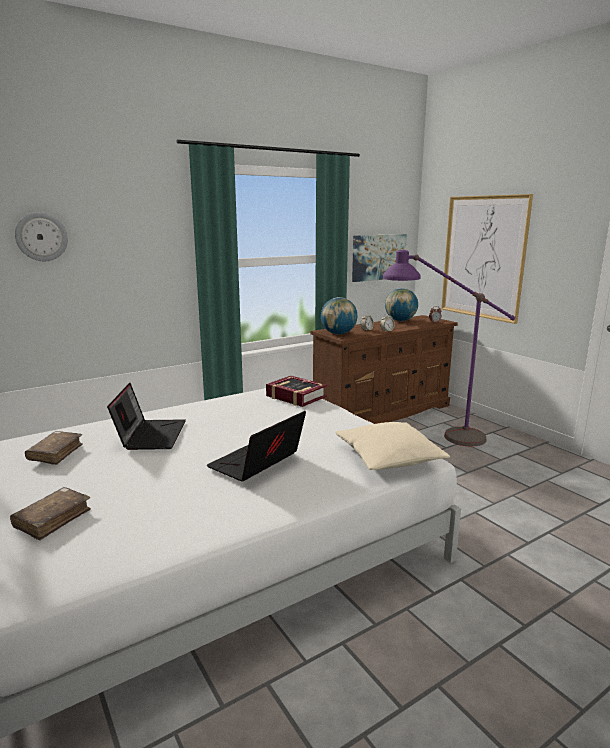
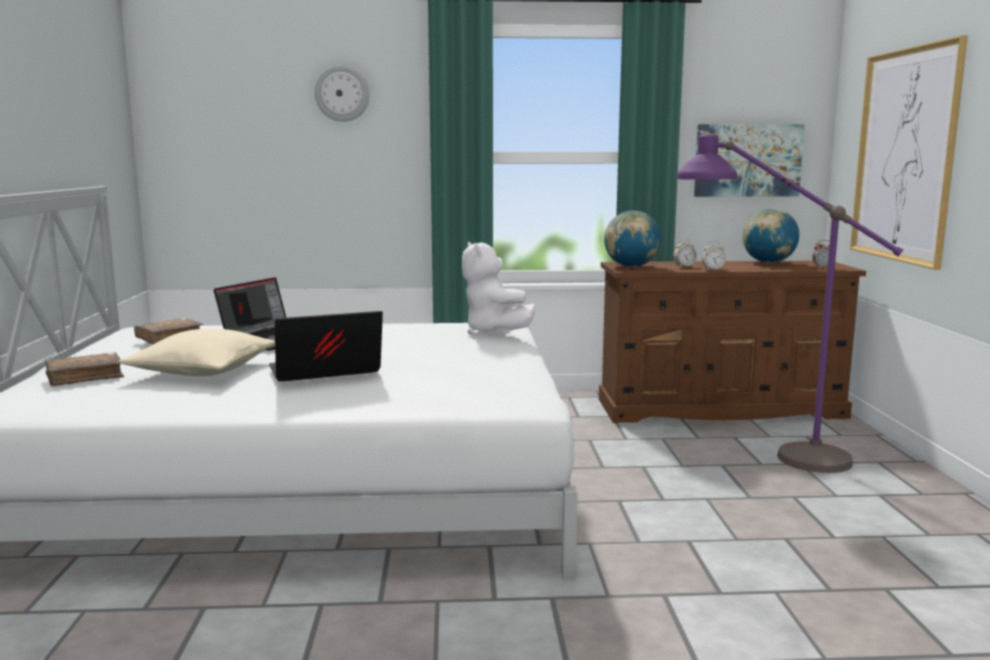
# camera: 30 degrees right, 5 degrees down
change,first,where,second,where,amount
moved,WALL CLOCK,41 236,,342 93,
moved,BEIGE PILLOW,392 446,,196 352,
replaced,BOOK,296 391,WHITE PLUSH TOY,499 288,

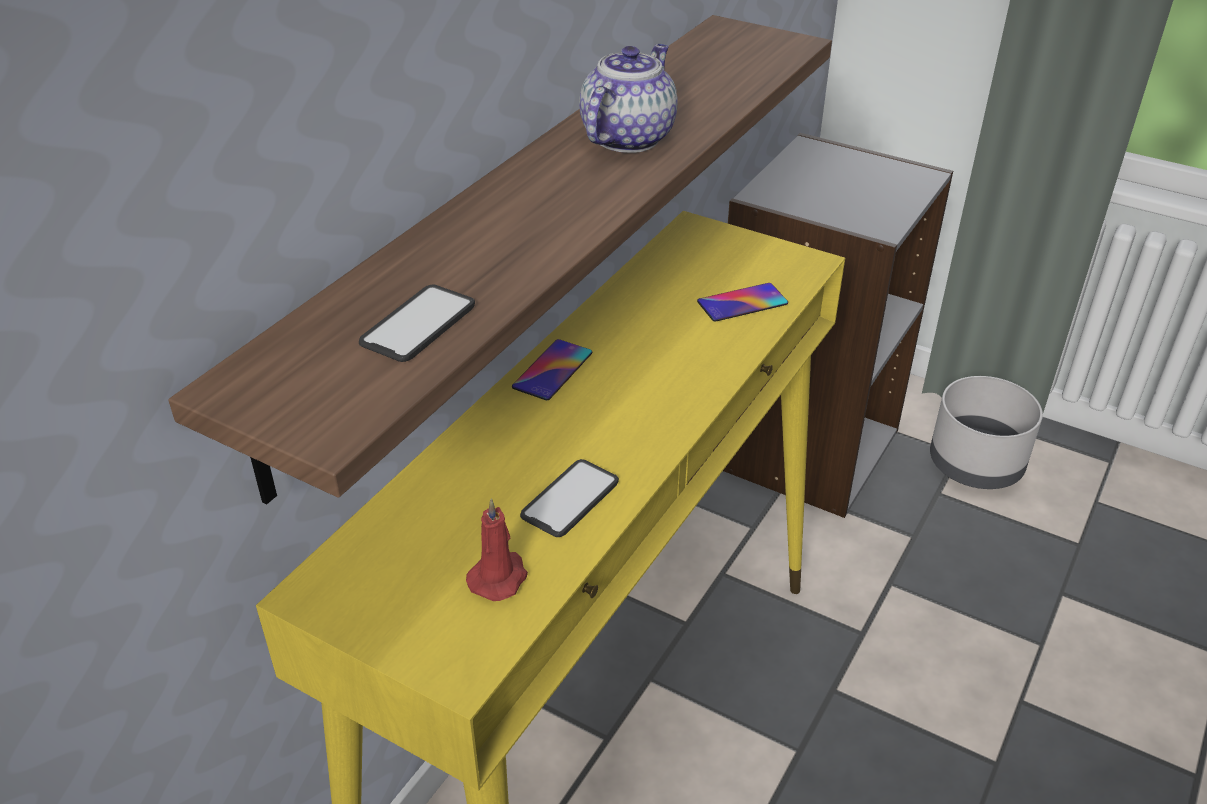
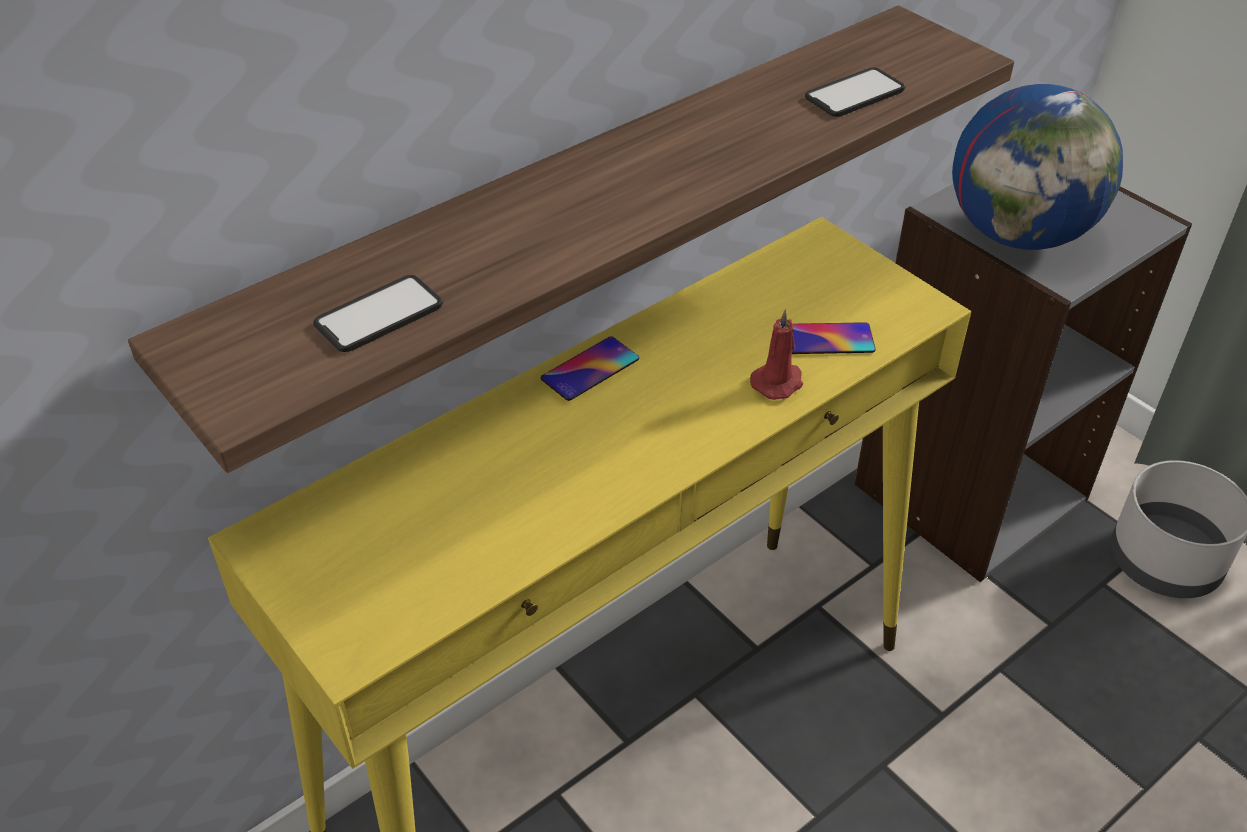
# camera: 20 degrees right, 5 degrees up
change,first,where,second,where,amount
removed,TEAPOT,628 98,,,
added,,,GLOBE,1037 167,
moved,RED CANDLE,497 549,,776 354,
moved,PHONE,569 498,,855 92,

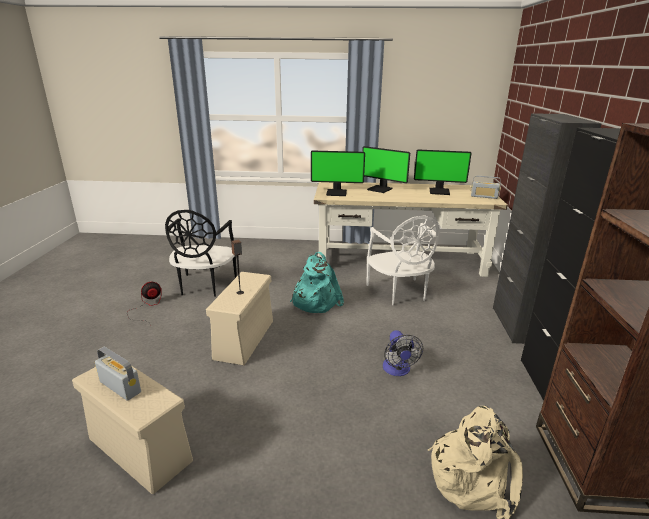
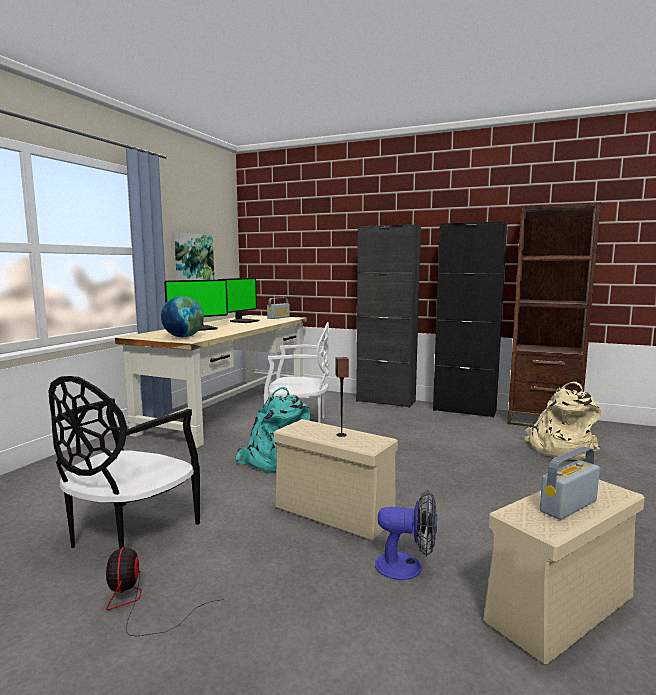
# camera: 70 degrees left, 15 degrees down
change,first,where,second,where,amount
added,,,PICTURE,194 256,
moved,FAN,402 353,,406 535,
replaced,MONITOR,338 173,GLOBE,182 316,
turned,BLACK CHAIR,201 253,,124 462,90 degrees clockwise

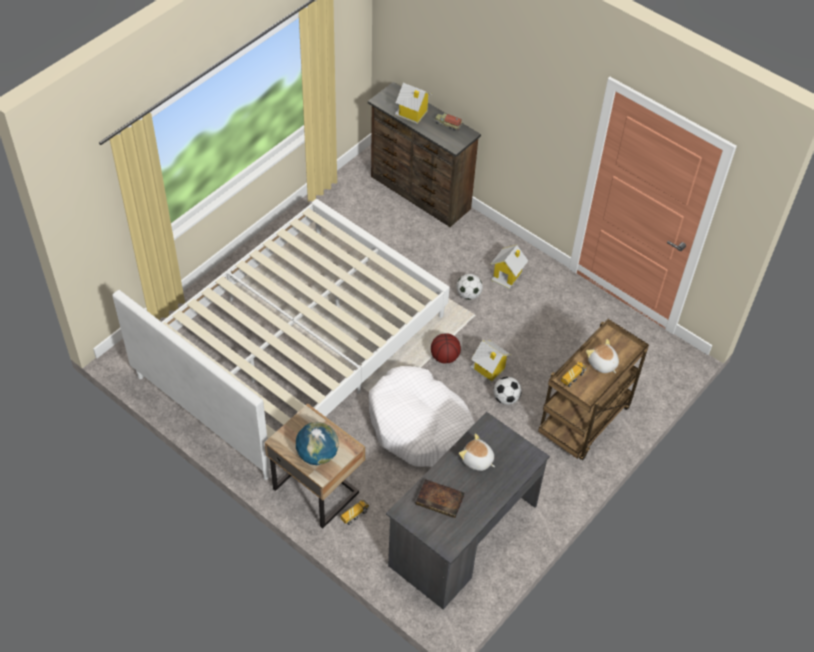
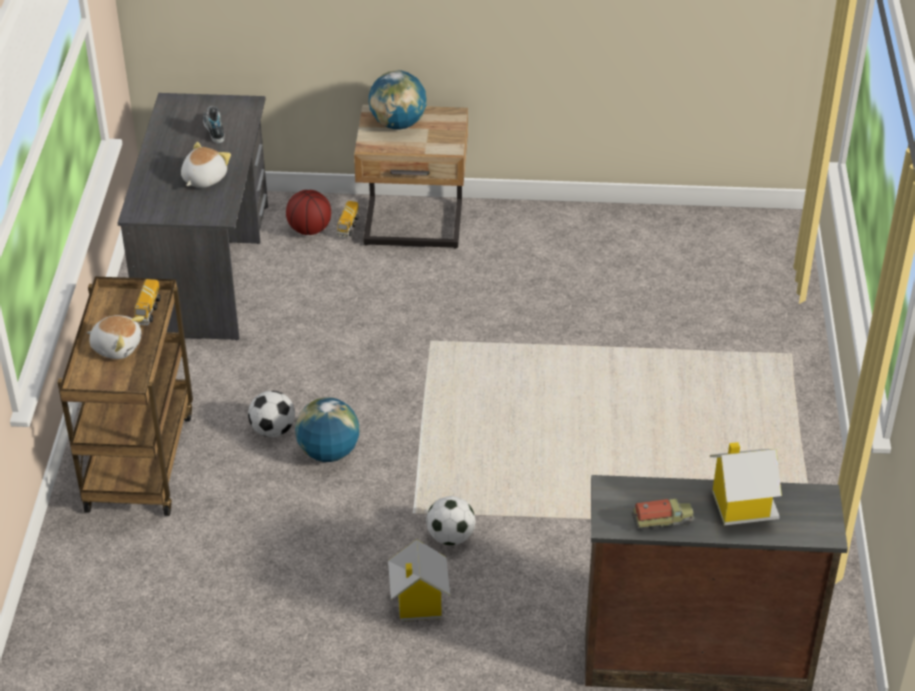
# camera: 145 degrees right, 10 degrees down
change,first,where,second,where,amount
removed,WHITE BED,281 339,,,
removed,WHITE DOG BED,422 416,,,
moved,BASKETBALL,446 348,,308 212,
replaced,BOOK,440 498,SHOE,214 124,
replaced,TOY HOUSE,490 361,GLOBE,327 429,
turned,PLUSH TOY,477 452,,206 165,60 degrees counterclockwise

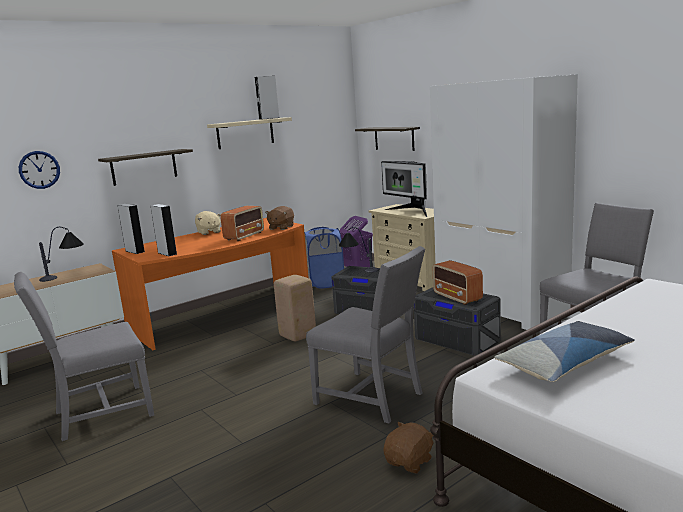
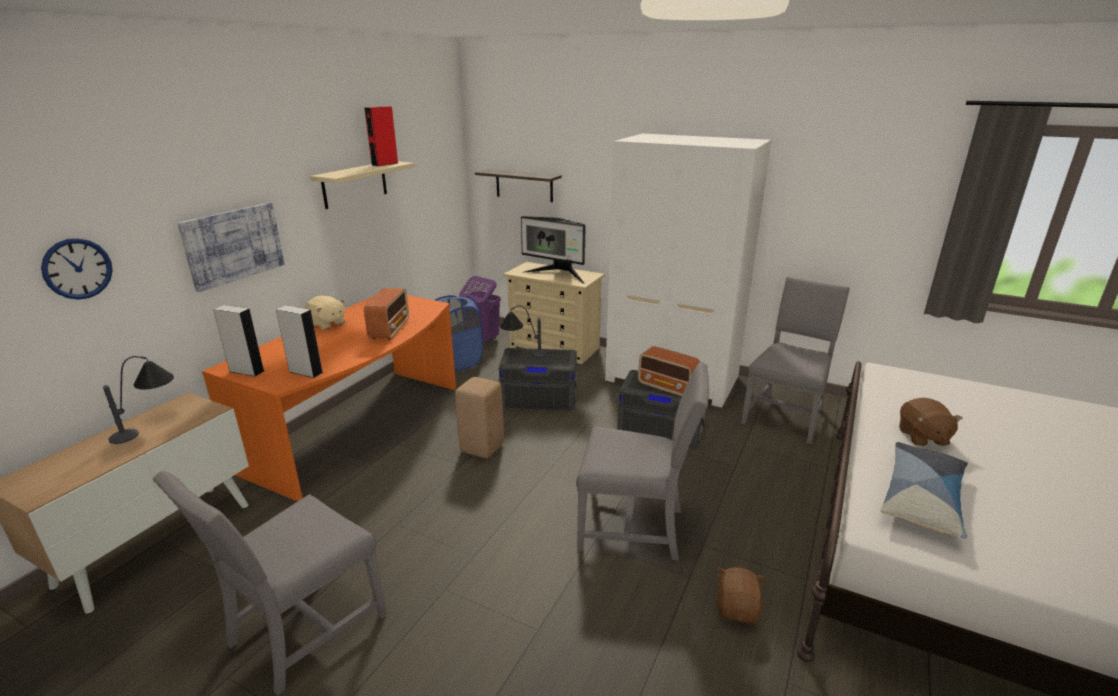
# camera: 25 degrees left, 10 degrees up
change,first,where,second,where,amount
moved,BROWN PLUSH TOY,279 218,,931 422,
replaced,SHELF,145 167,PICTURE,231 247,
recoloured,GREY SPEAKER,267 98,RED SPEAKER,381 136,

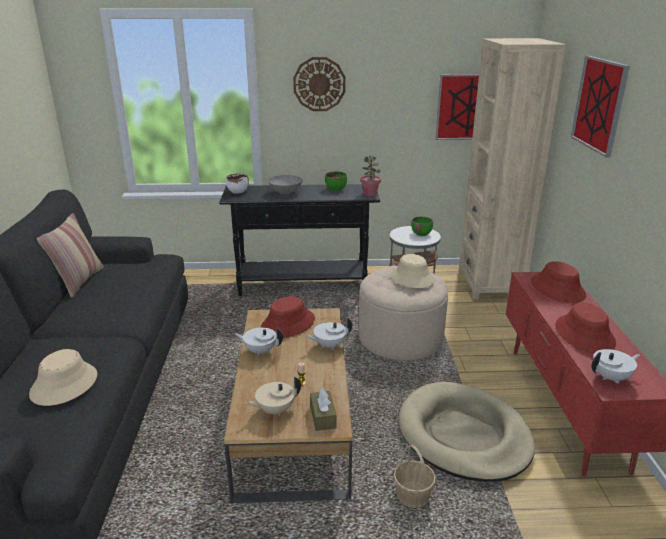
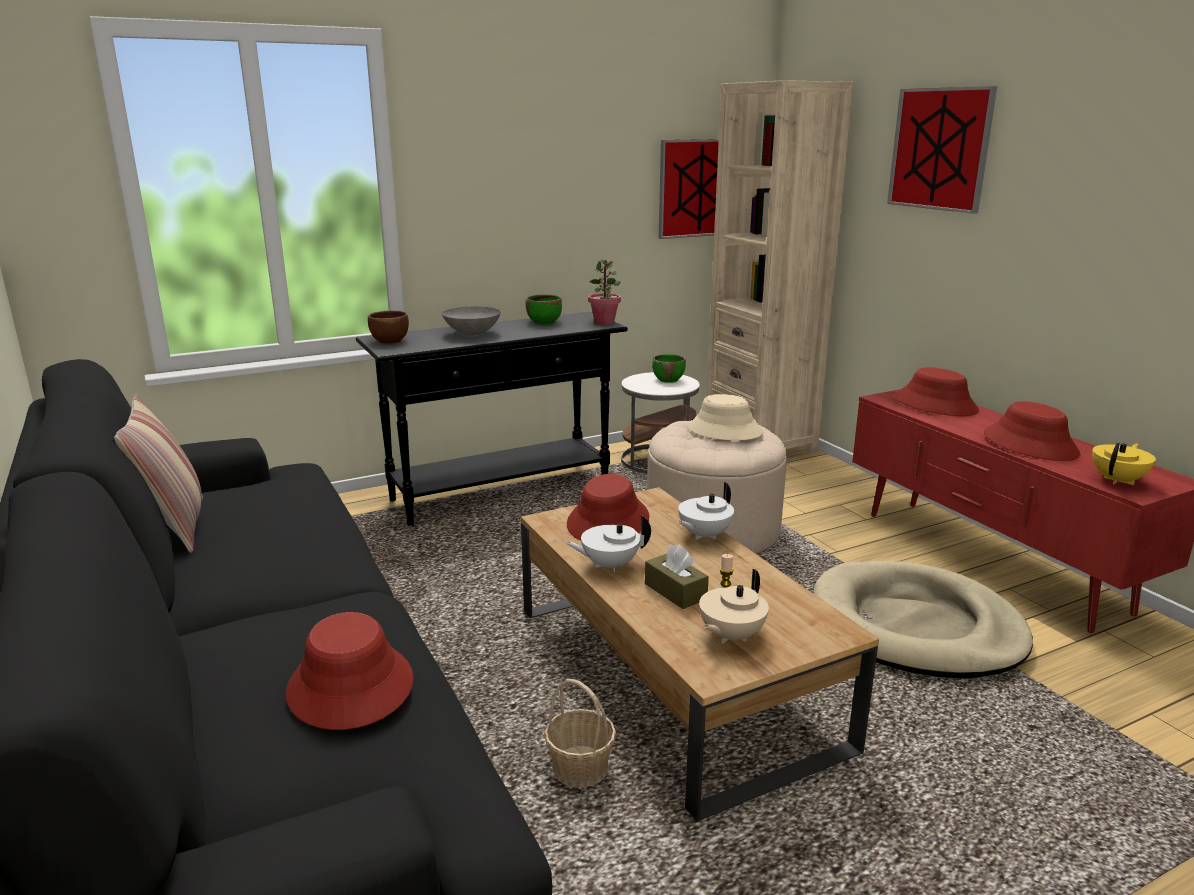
# camera: 25 degrees left, 5 degrees down
change,first,where,second,where,amount
removed,WALL CLOCK,319 84,,,
moved,BROWN TISSUE BOX,323 409,,677 576,
moved,BASKET,414 476,,580 733,
recoloured,BEIGE HAT,63 377,RED HAT,349 671,
recoloured,WHITE BOWL,237 184,BROWN BOWL,388 327,
recoloured,WHITE TEAPOT,615 366,YELLOW TEAPOT,1124 464,

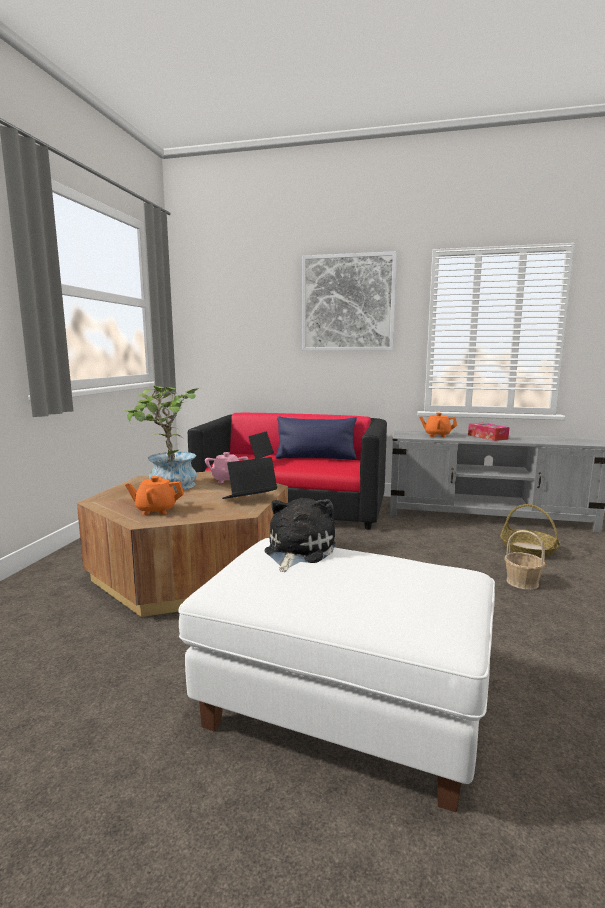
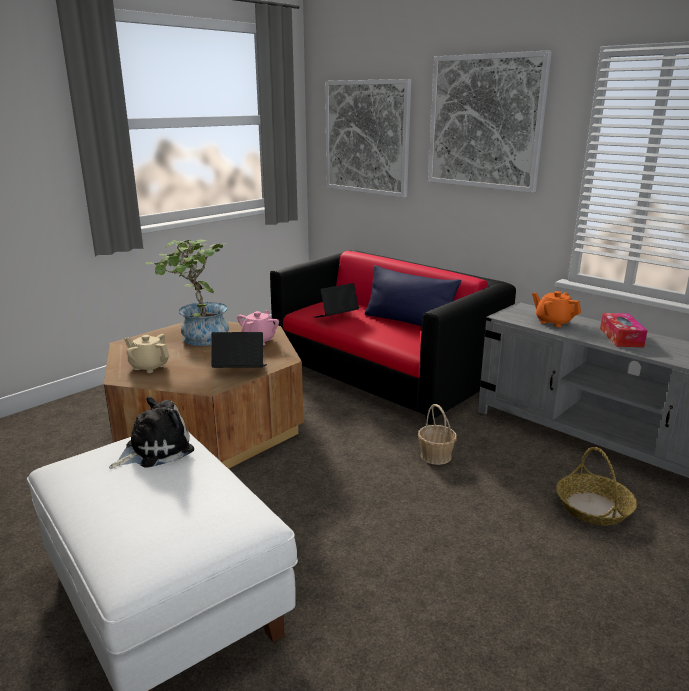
# camera: 30 degrees right, 10 degrees up
change,first,where,second,where,amount
added,,,PICTURE,368 138,
moved,BASKET,525 560,,437 434,
recoloured,ORANGE TEAPOT,154 495,BEIGE TEAPOT,146 353,

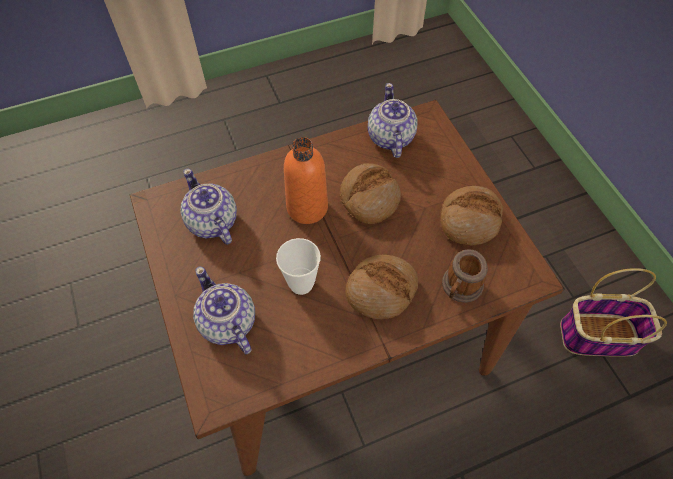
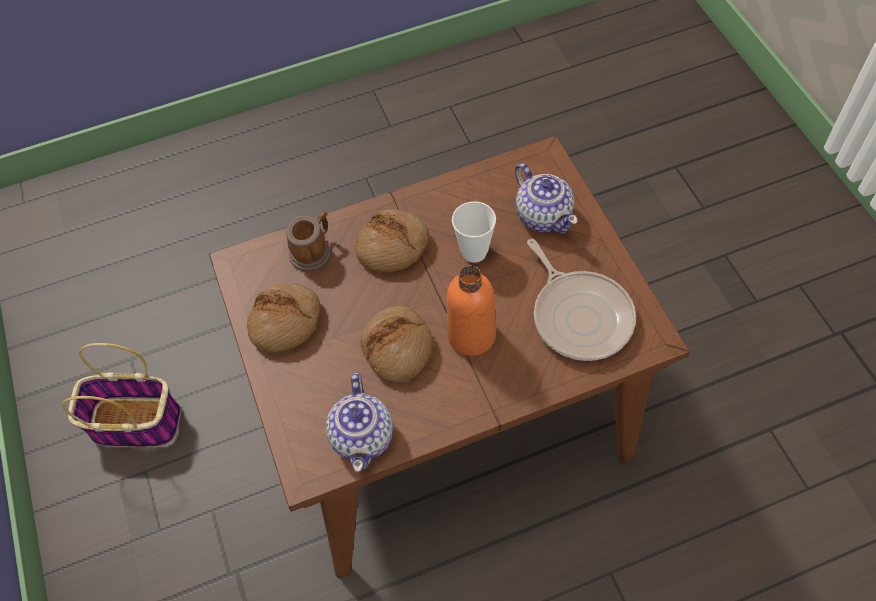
# camera: 175 degrees left, 0 degrees up
change,first,where,second,where,amount
replaced,TEAPOT,209 206,FRYING PAN,581 300,

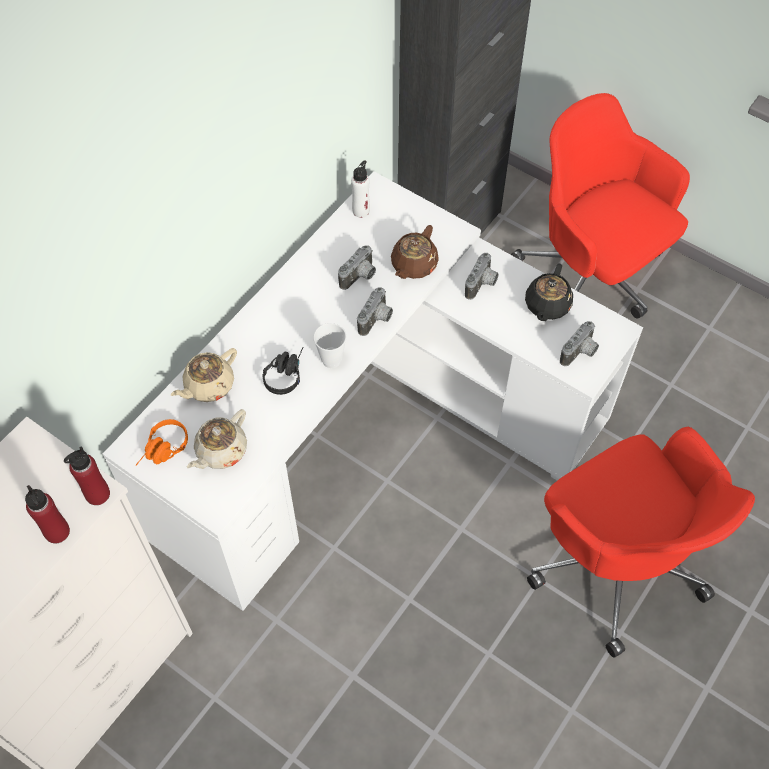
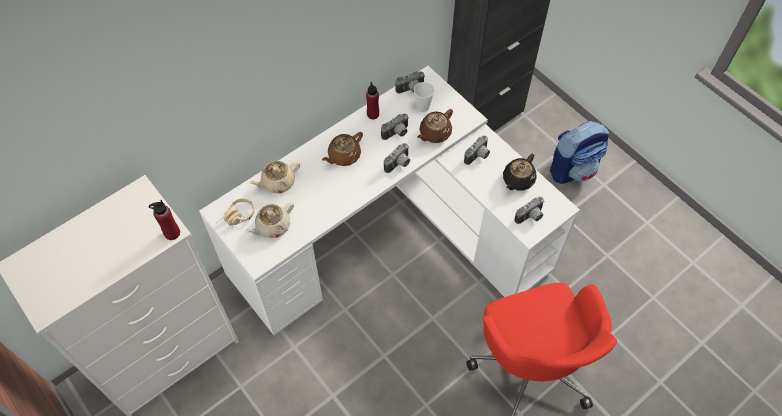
# camera: 15 degrees right, 0 degrees up
change,first,where,second,where,amount
removed,BLACK HEADPHONES,283 371,,,
added,,,BROWN TEAPOT,342 149,
moved,RED BOTTLE,47 514,,372 100,
moved,CUP,330 345,,424 97,
replaced,WHITE BOTTLE,360 189,PHOTO CAMERA,410 82,
replaced,RED OFFICE CHAIR,600 206,BACKPACK,579 152,
recoloured,ORANGE HEADPHONES,161 442,BEIGE HEADPHONES,235 212,

